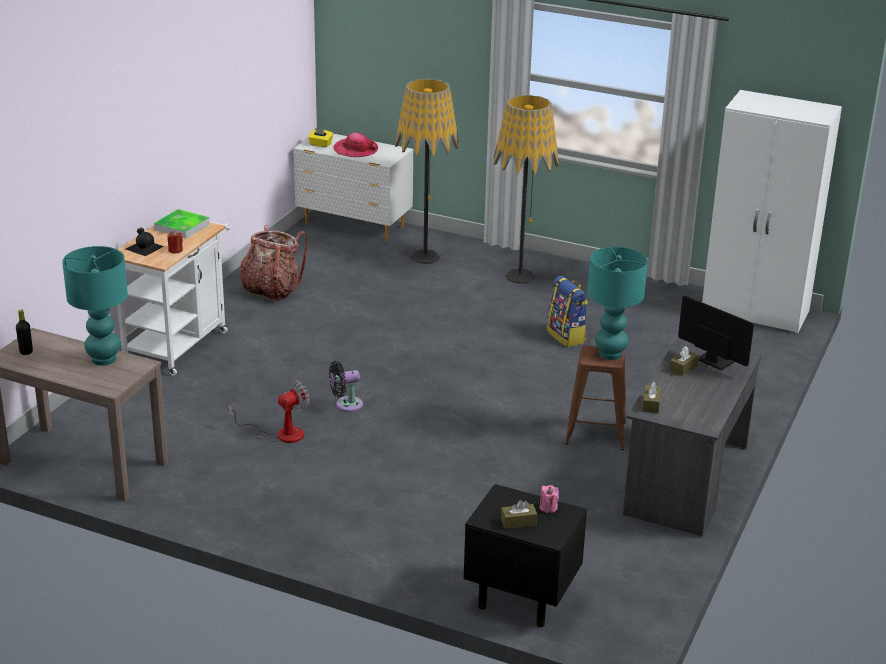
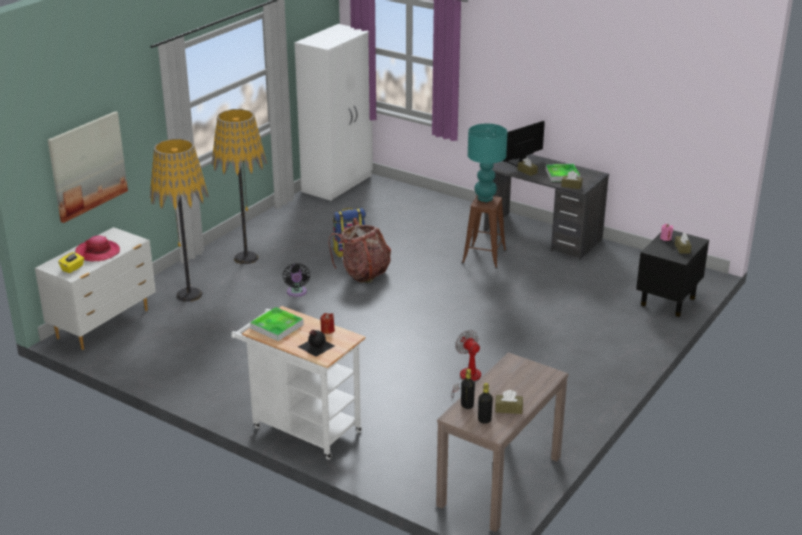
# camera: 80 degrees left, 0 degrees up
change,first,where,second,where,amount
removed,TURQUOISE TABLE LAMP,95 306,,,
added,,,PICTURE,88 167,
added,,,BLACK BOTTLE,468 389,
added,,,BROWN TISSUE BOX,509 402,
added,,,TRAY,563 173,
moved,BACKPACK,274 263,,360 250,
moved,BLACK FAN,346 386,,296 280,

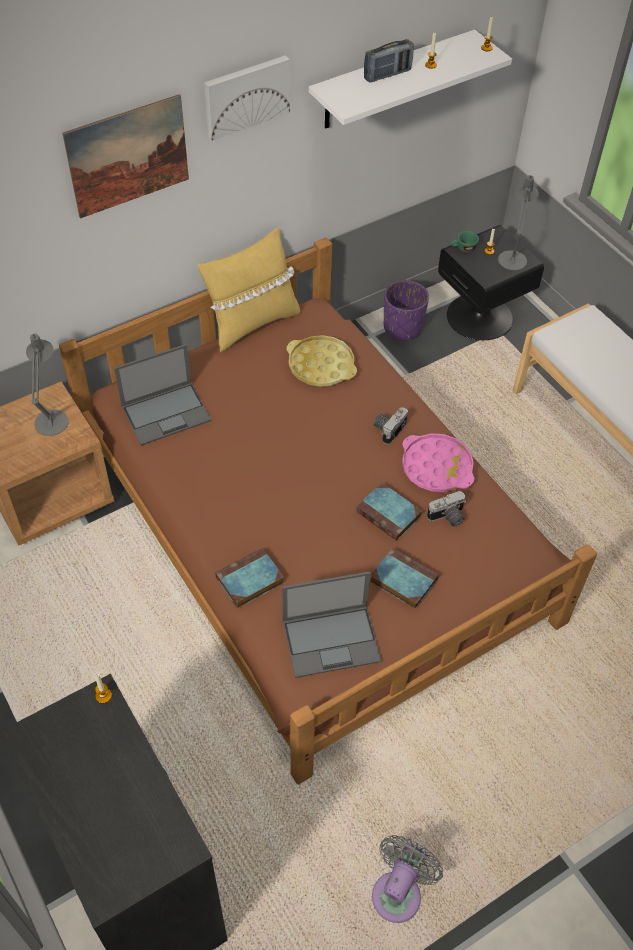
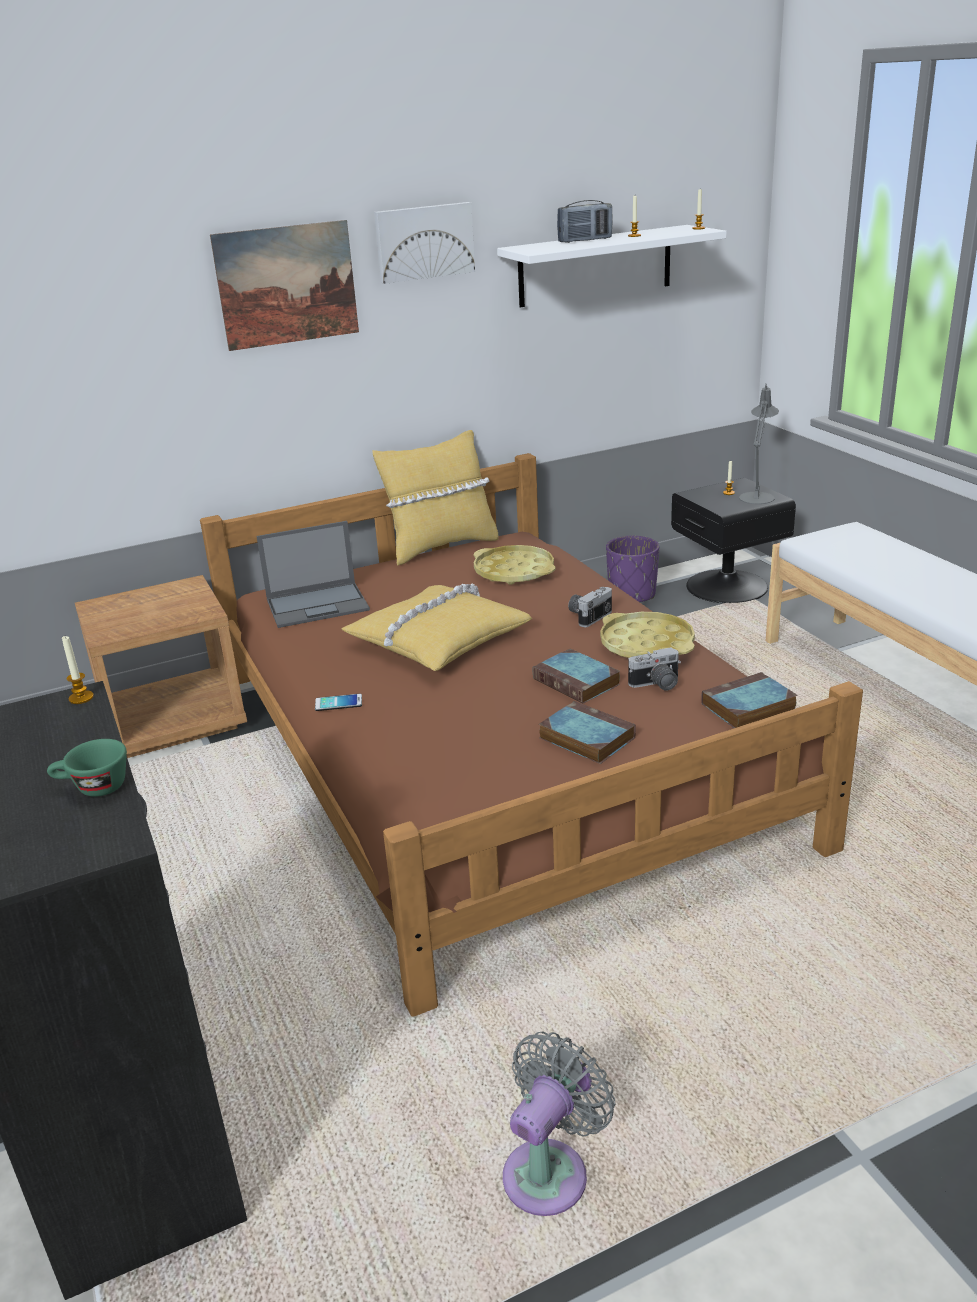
# camera: 10 degrees right, 25 degrees down
change,first,where,second,where,amount
removed,GREY TABLE LAMP,47 385,,,
removed,LAPTOP,332 624,,,
added,,,PHONE,338 702,
added,,,YELLOW PILLOW,436 627,
moved,BOOK,249 578,,750 700,
moved,GREEN CUP,465 242,,87 768,
recoloured,PINK TRAY,438 462,YELLOW TRAY,647 635,

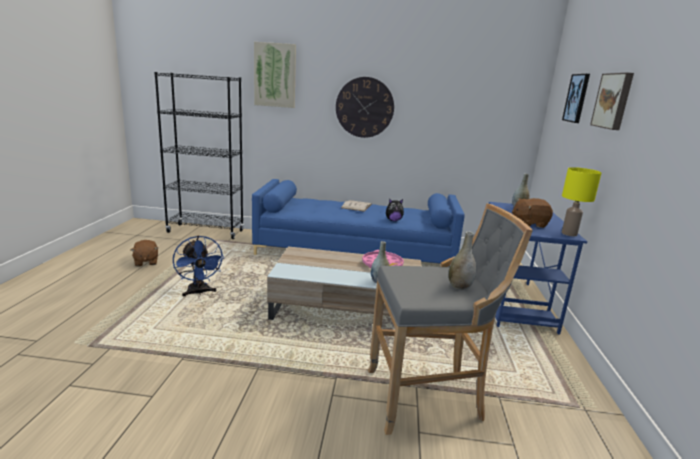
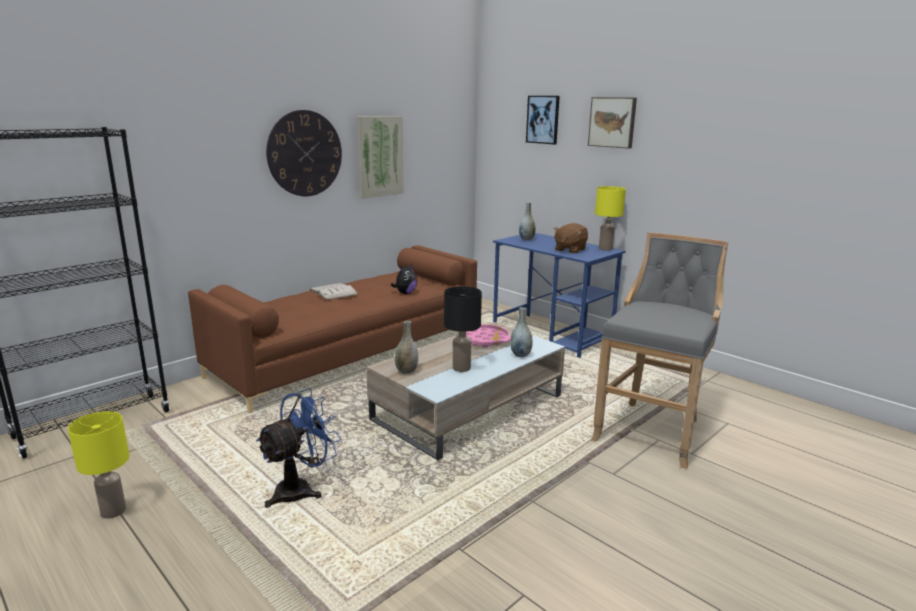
# camera: 50 degrees left, 0 degrees up
change,first,where,second,where,amount
added,,,BLACK TABLE LAMP,463 329,
moved,PICTURE,275 75,,380 157,
moved,GREY VASE,462 260,,406 347,
replaced,BROWN PLUSH TOY,144 253,YELLOW TABLE LAMP,98 465,
recoloured,BLUE SOFA,358 221,BROWN SOFA,332 329,
turned,BLUE FAN,198 266,,298 448,60 degrees counterclockwise

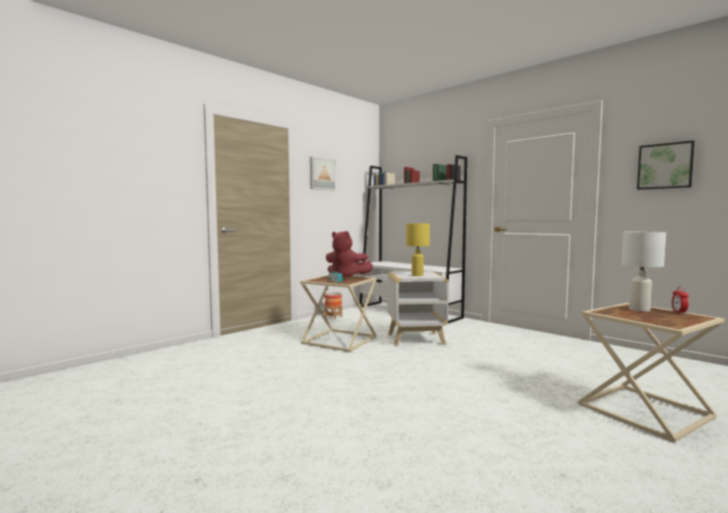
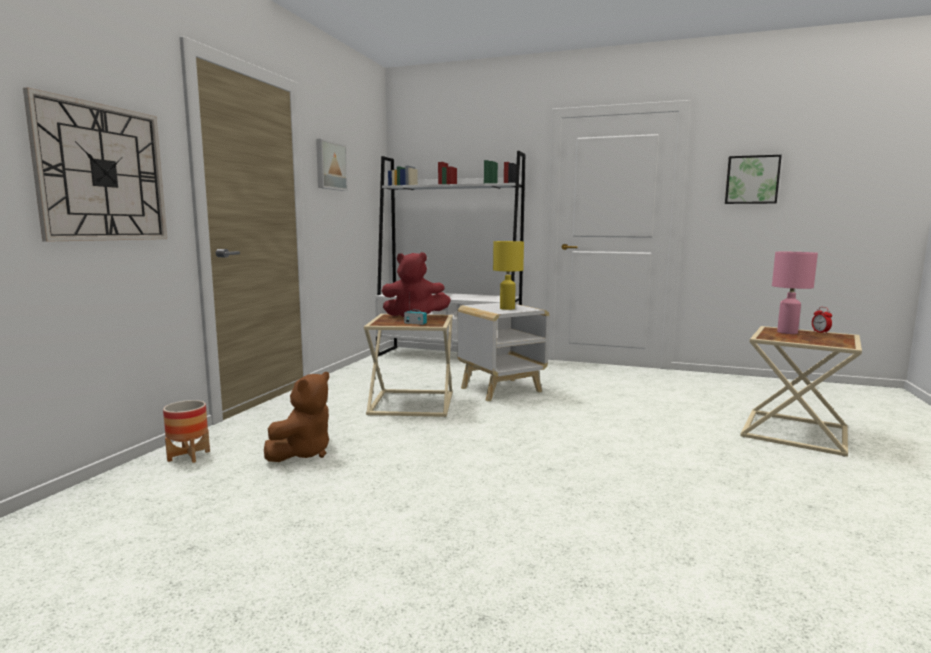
# camera: 25 degrees left, 5 degrees up
change,first,where,second,where,amount
added,,,WALL CLOCK,95 164,
added,,,BROWN PLUSH TOY,296 417,
moved,PLANTER,333 305,,186 431,
recoloured,WHITE TABLE LAMP,644 272,PINK TABLE LAMP,795 293,

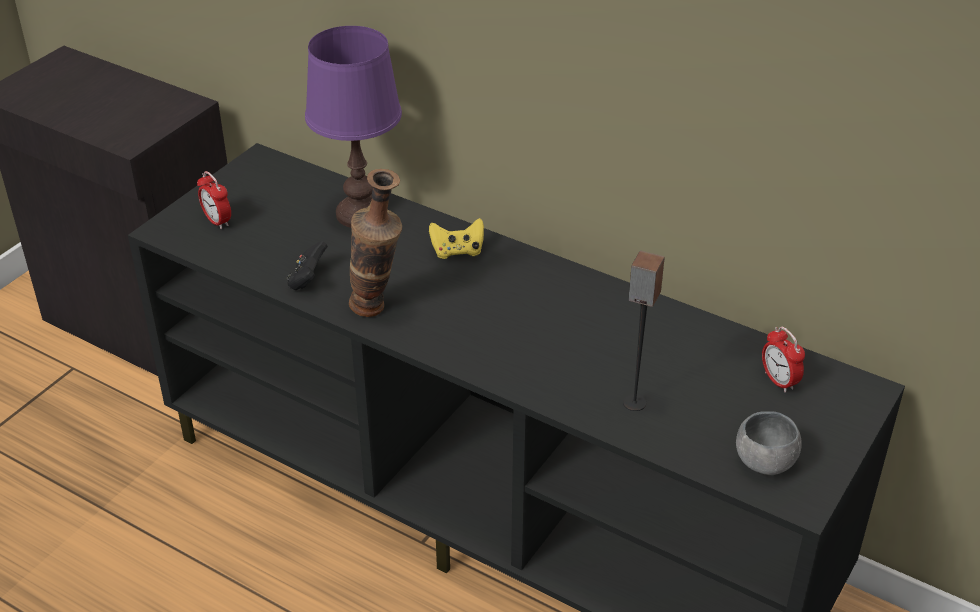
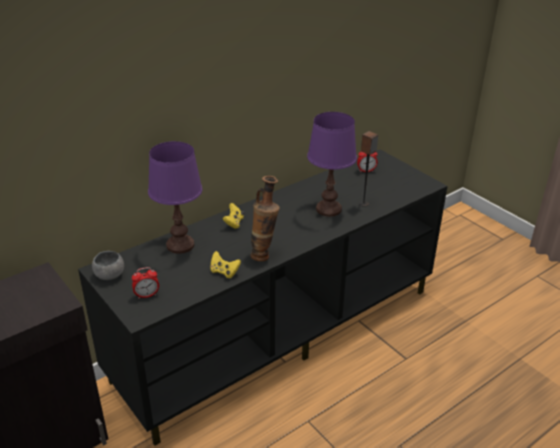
# camera: 70 degrees left, 5 degrees down
change,first,where,second,where,amount
added,,,PURPLE TABLE LAMP,332 164,
moved,GREY BOWL,769 443,,108 265,
recoloured,BLACK GAME CONTROLLER,307 265,YELLOW GAME CONTROLLER,225 264,

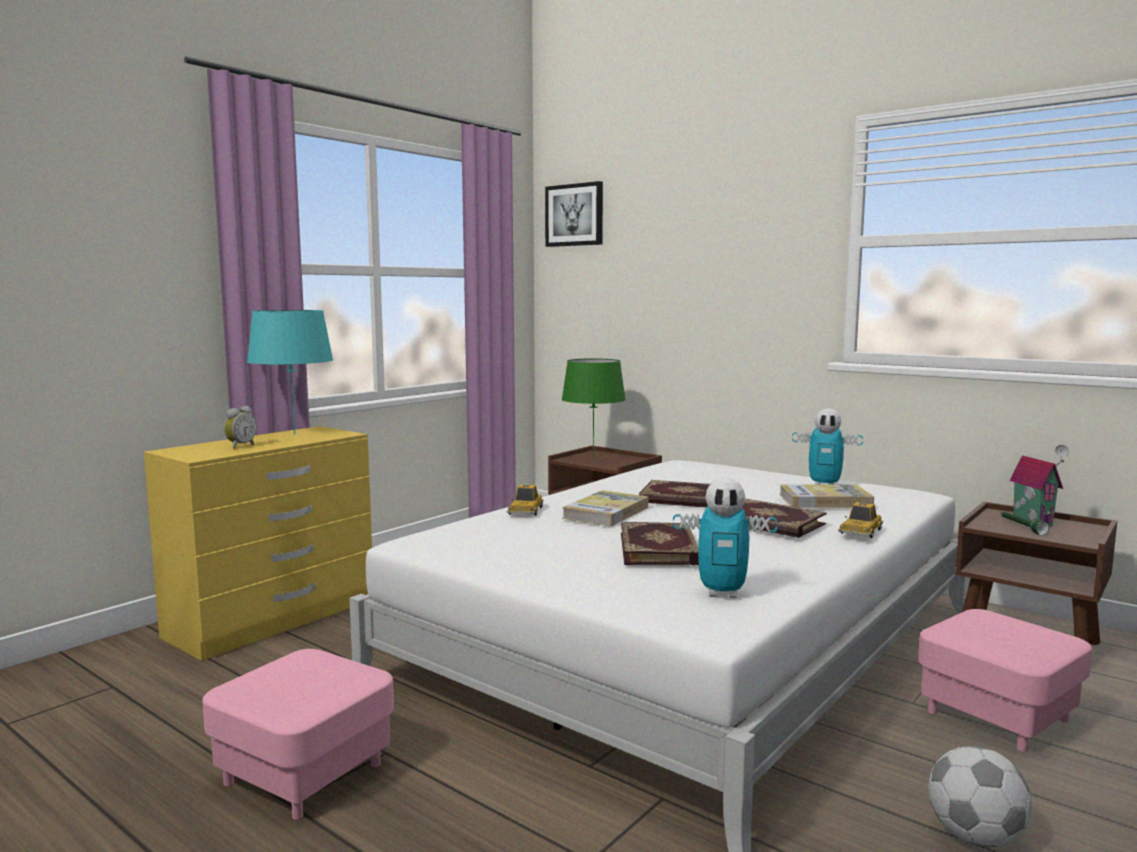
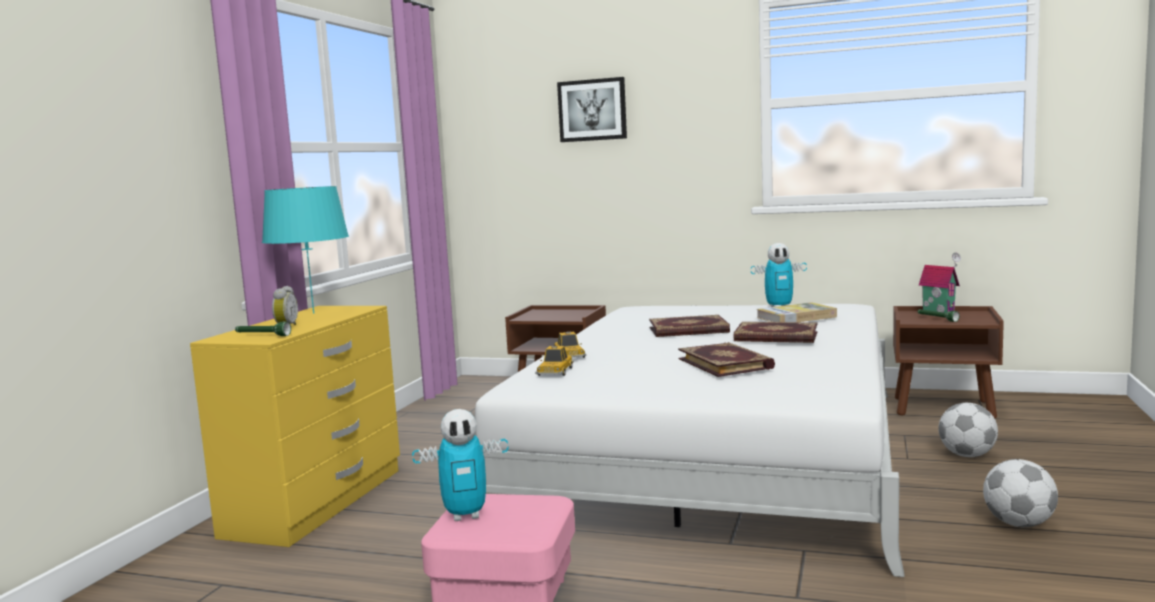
# camera: 20 degrees left, 0 degrees up
change,first,where,second,where,amount
removed,GREEN TABLE LAMP,594 407,,,
removed,BOOK,605 508,,,
added,,,GREEN FLASHLIGHT,263 329,
moved,PICTURE,574 214,,592 109,
moved,TOY ROBOT,725 537,,460 465,
moved,TOY CAR,860 520,,554 361,
replaced,PINK OTTOMAN,1005 680,FOOTBALL,968 430,

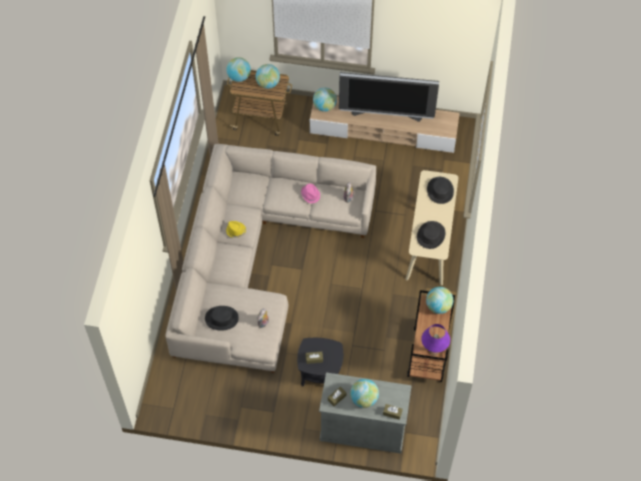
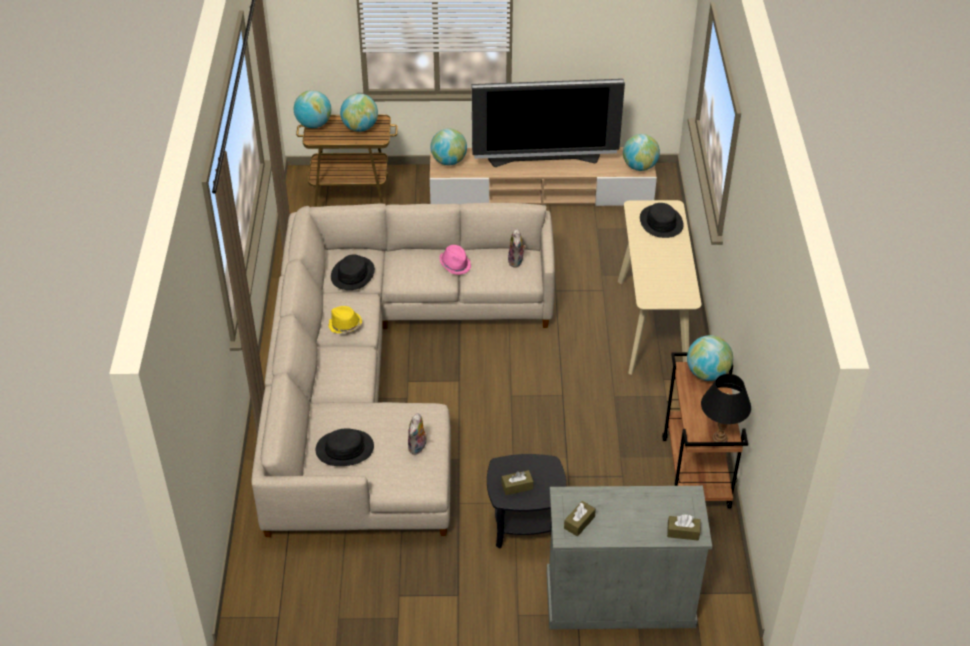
# camera: 10 degrees left, 15 degrees down
change,first,where,second,where,amount
moved,GLOBE,364 393,,641 152,
moved,BLACK HAT,431 235,,353 272,
recoloured,PURPLE TABLE LAMP,435 340,BLACK TABLE LAMP,726 408,

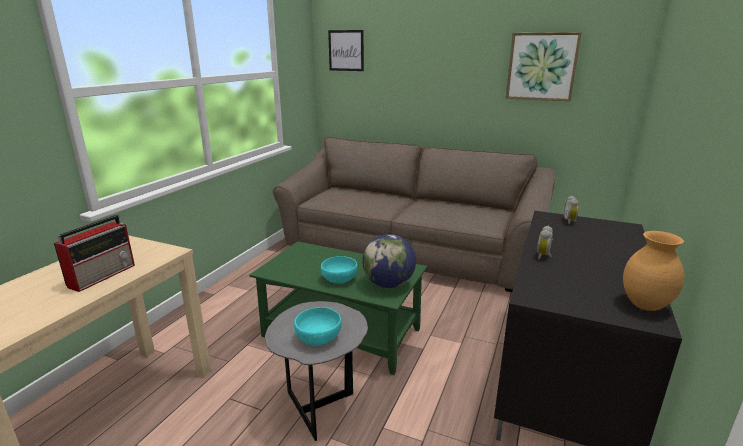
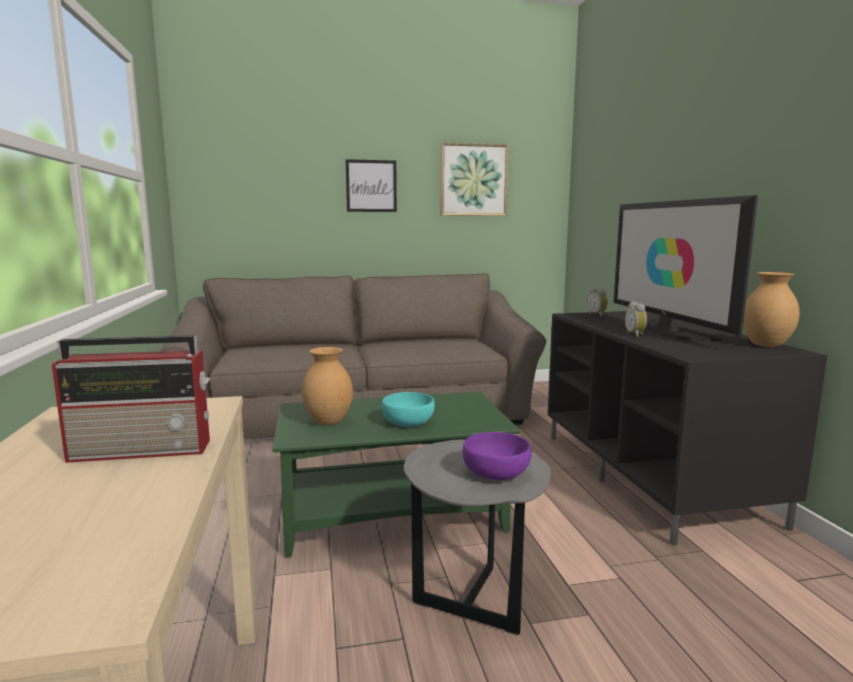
# camera: 35 degrees left, 10 degrees down
change,first,where,second,where,amount
removed,GLOBE,389 261,,,
added,,,BROWN VASE,327 386,
added,,,TELEVISION,685 268,
moved,PICTURE,346 50,,371 185,
recoloured,TURQUOISE BOWL,318 326,PURPLE BOWL,497 456,
turned,RADIO,94 253,,131 399,90 degrees clockwise

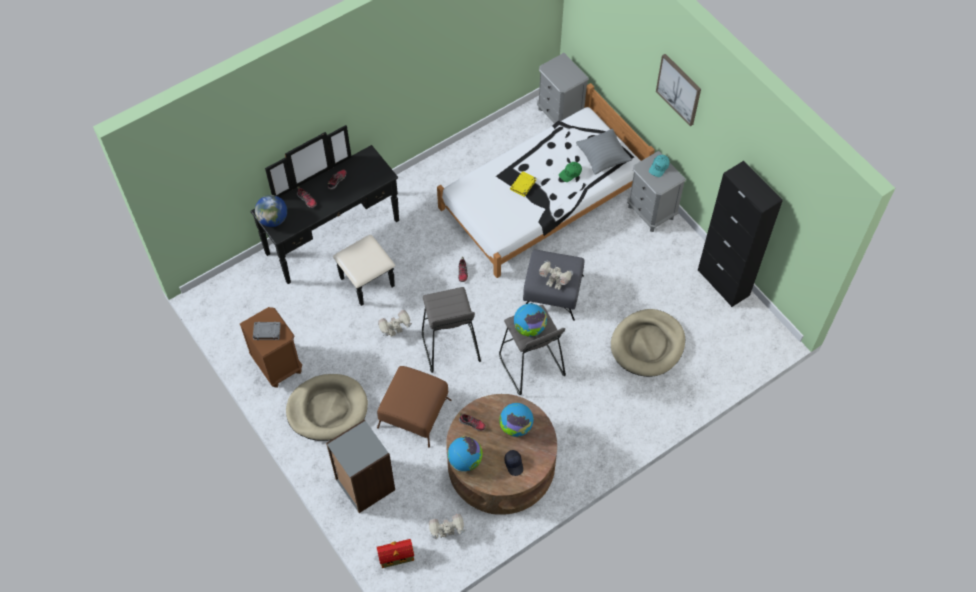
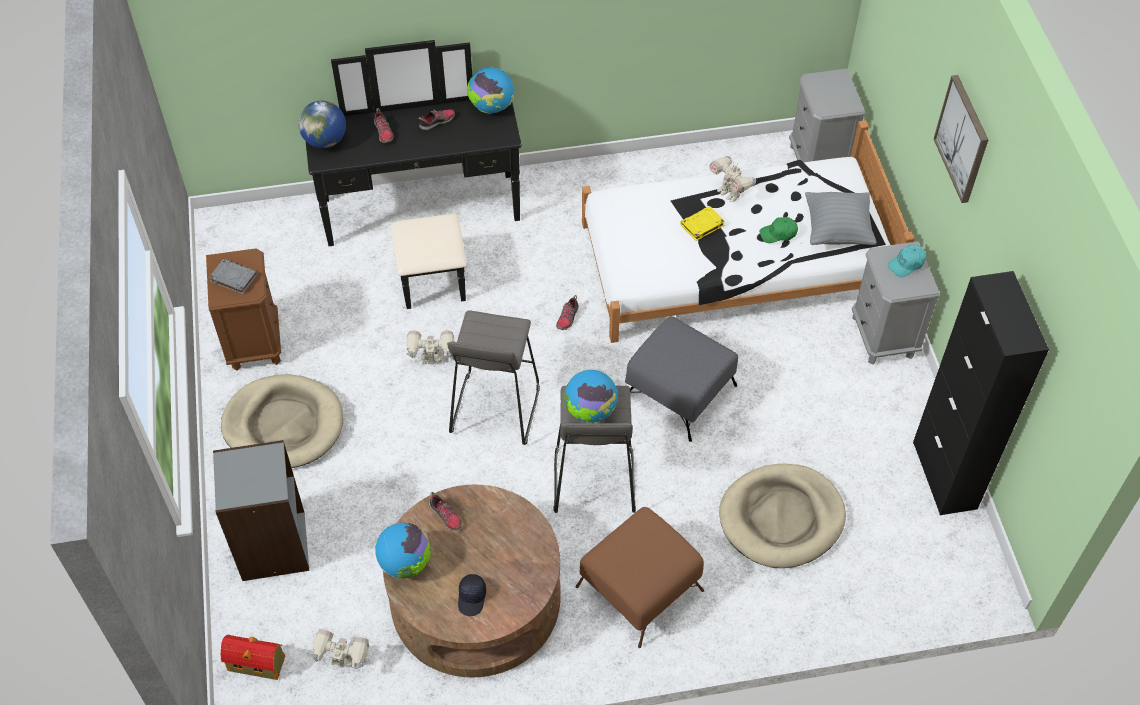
# camera: 25 degrees right, 5 degrees down
change,first,where,second,where,amount
moved,BROWN OTTOMAN,414 407,,640 577,
moved,GLOBE,516 420,,490 90,
moved,TOY ROBOT,556 275,,732 179,

